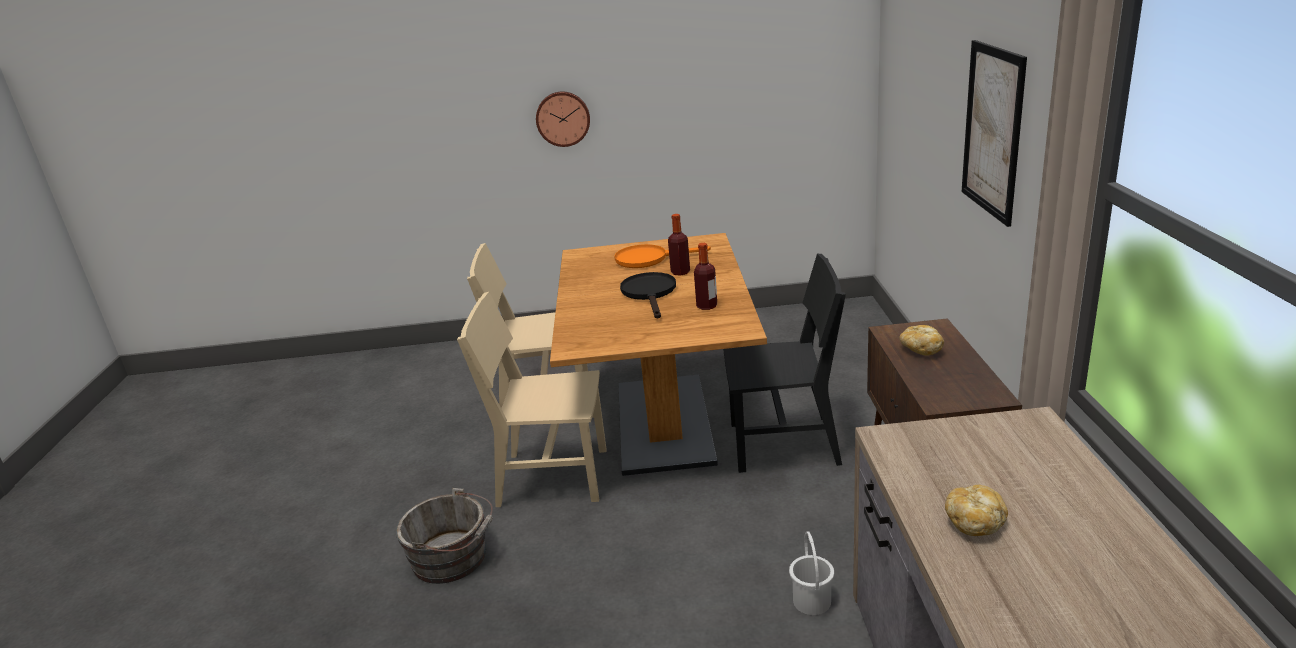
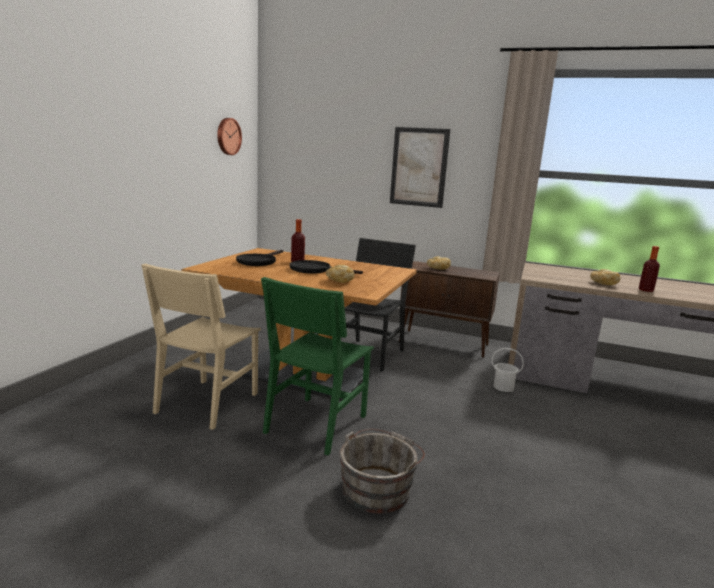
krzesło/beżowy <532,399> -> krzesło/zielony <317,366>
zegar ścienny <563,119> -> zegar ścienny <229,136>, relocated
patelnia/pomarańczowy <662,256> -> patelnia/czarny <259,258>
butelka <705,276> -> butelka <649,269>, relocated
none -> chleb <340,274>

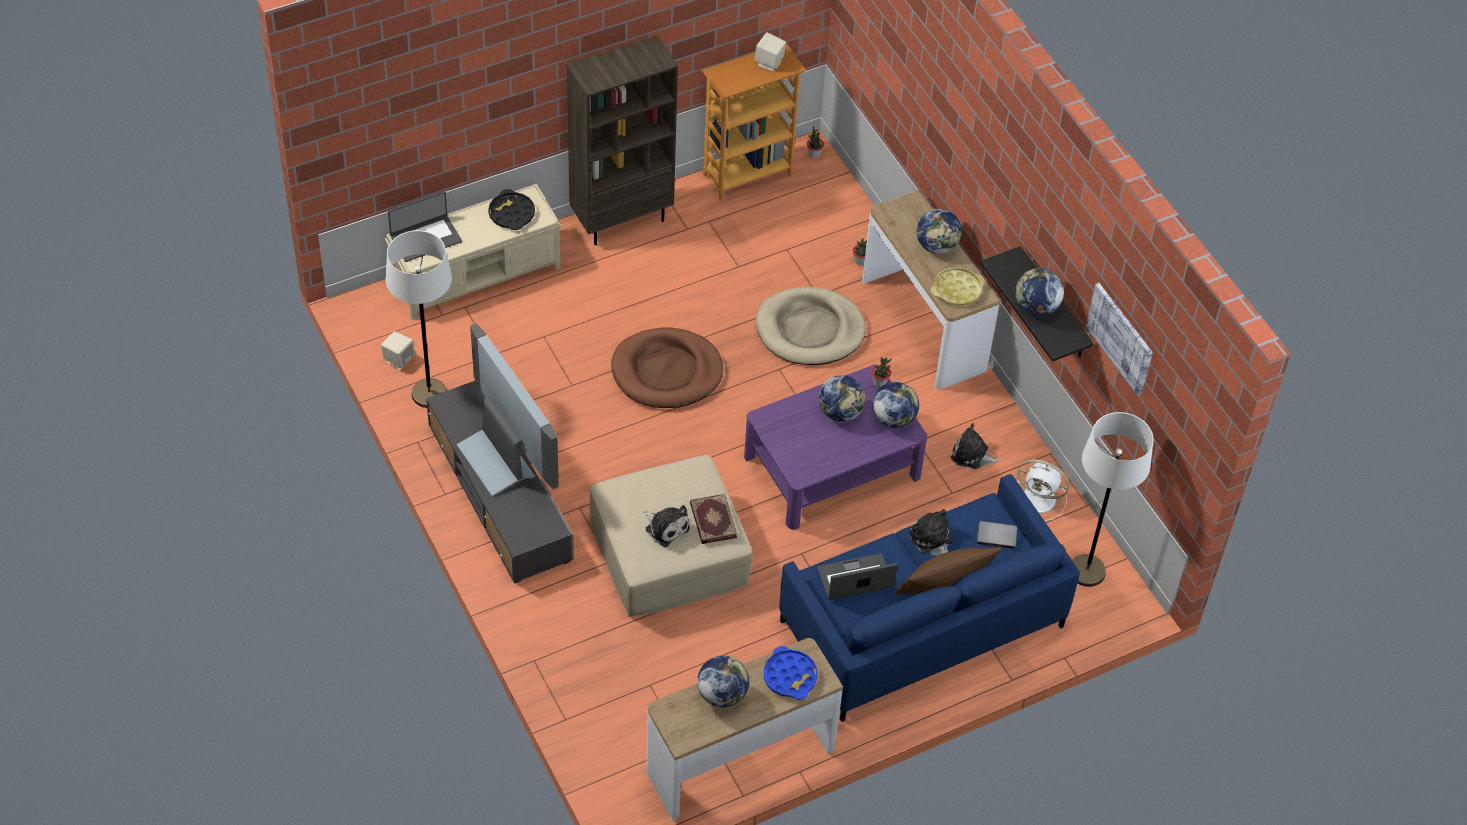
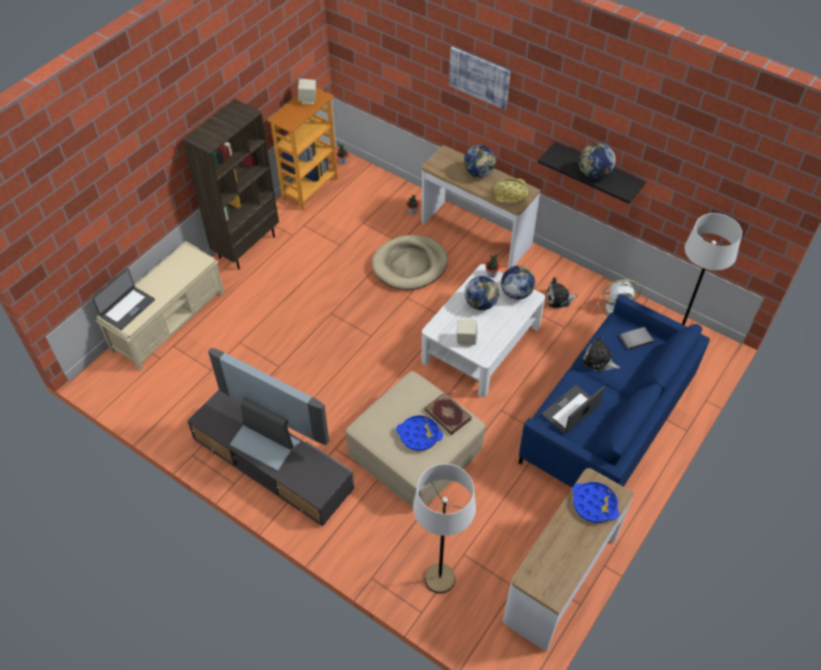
głośnik/beżowy <398,350> -> głośnik/beżowy <466,333>, relocated
lampa stojąca/biały <419,319> -> lampa stojąca/biały <444,529>, relocated
taca/czarny <511,209> -> none
legowisko/brązowy <667,367> -> none
pluszak <666,526> -> taca/niebieski <419,433>
globus <723,681> -> none
ława/fioletowy <836,447> -> ława/biały <483,330>
poduszka/brązowy <948,571> -> none
obraz <1119,339> -> obraz <480,78>, relocated

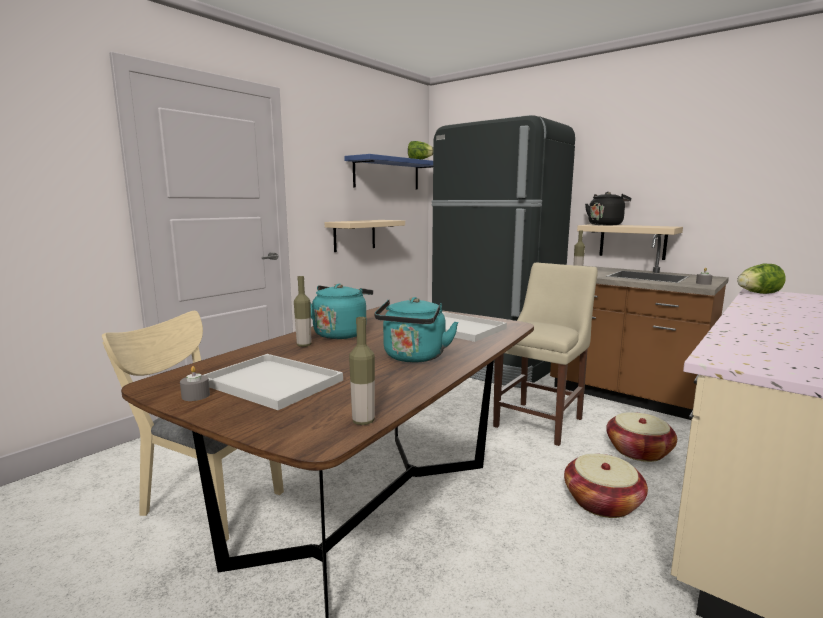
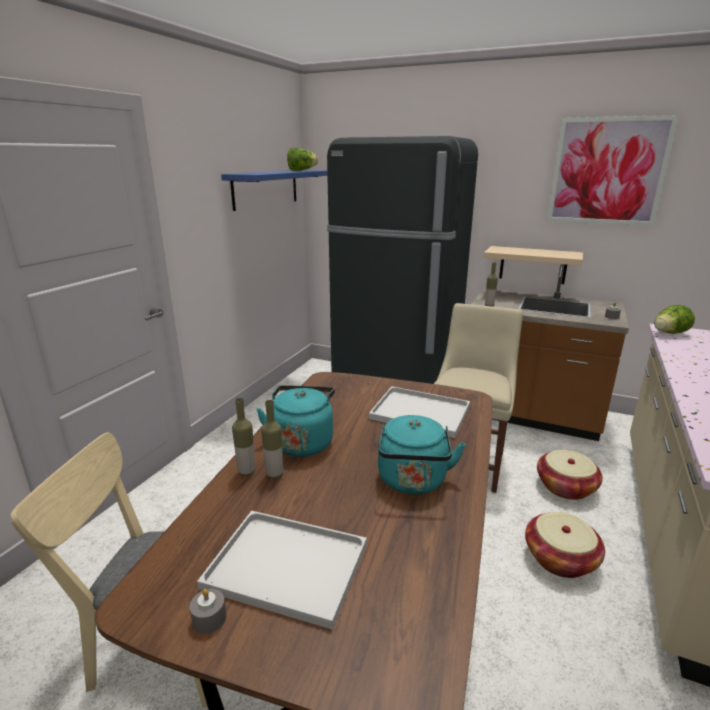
półka/beżowy <365,236> -> none
butelka <362,371> -> butelka <243,437>, relocated
czajnik/czarny <608,208> -> none
none -> obraz <613,170>

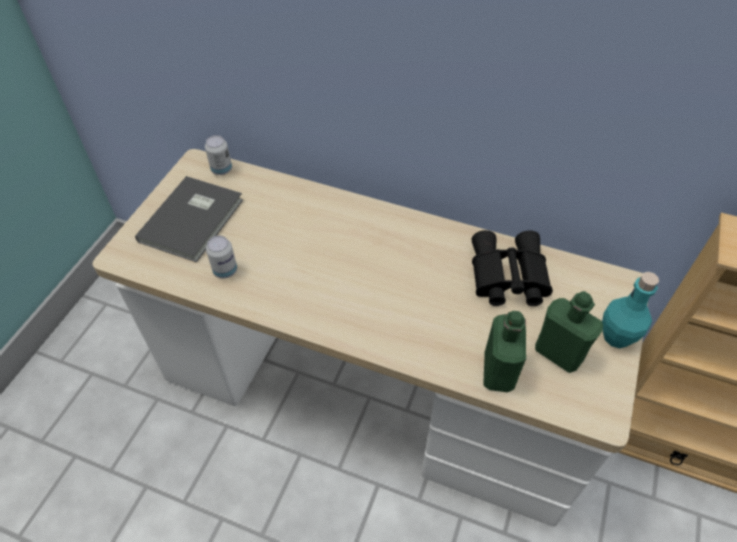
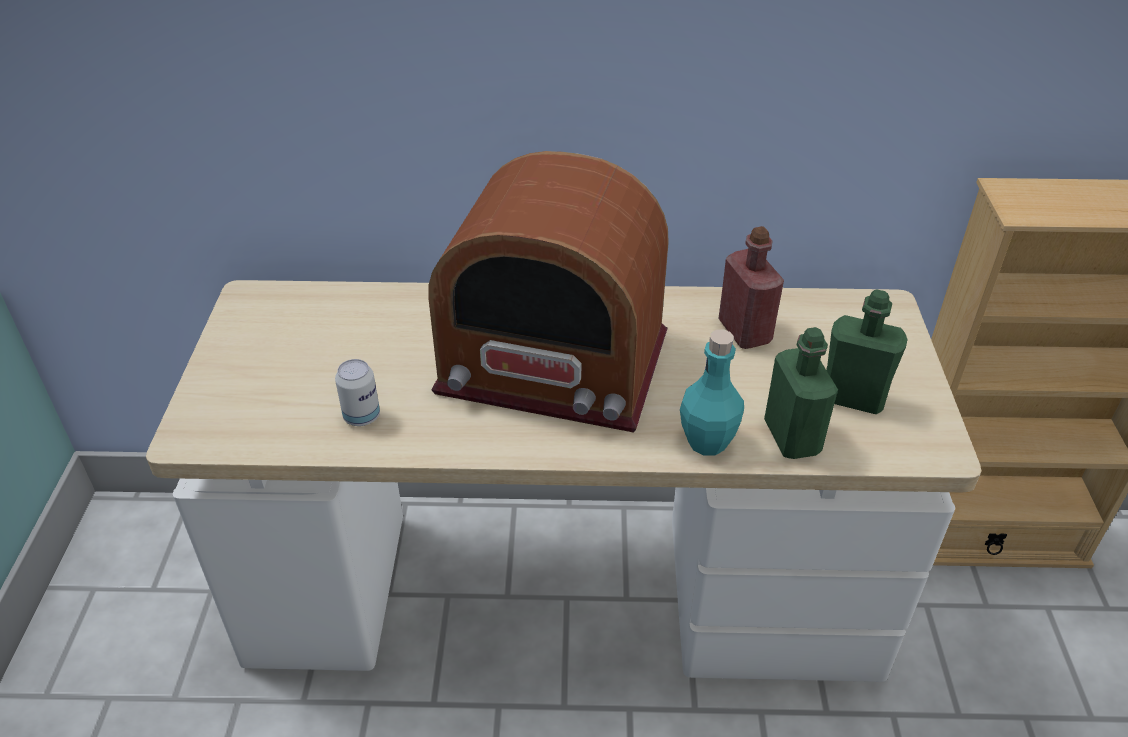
książka/szary <189,219> -> none
puszka <218,155> -> none
lornetka/czarny <512,268> -> butelka/czerwony <751,287>
butelka/turkusowy <630,310> -> butelka/turkusowy <712,393>, relocated
none -> radio <548,292>

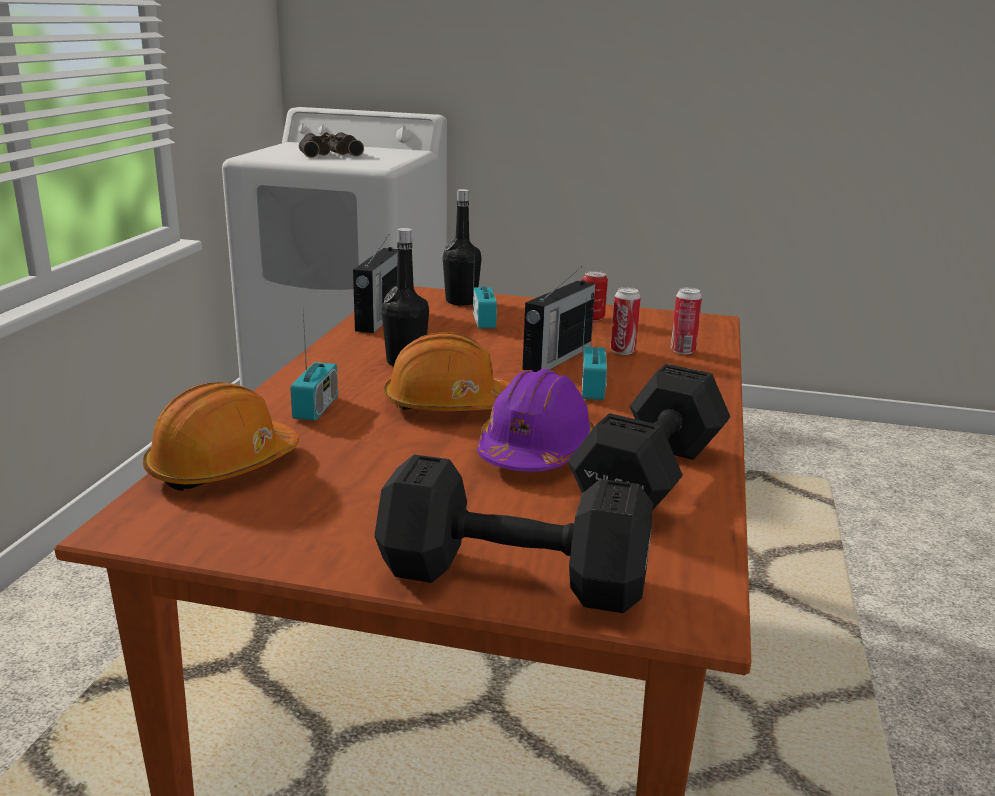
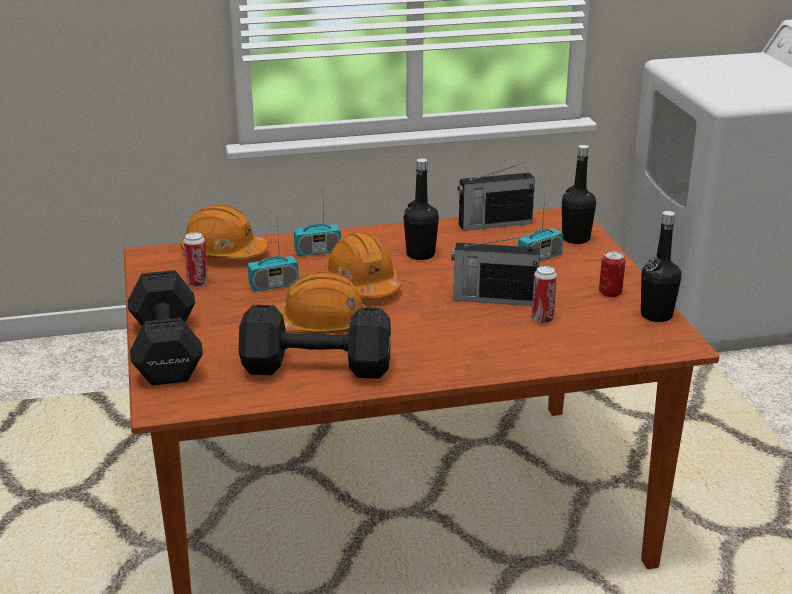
lornetka <331,145> -> none
kask/fioletowy <535,420> -> kask/pomarańczowy <321,302>
radio <594,347> -> radio <273,256>, relocated
puszka <686,320> -> puszka <195,259>, relocated
none -> butelka/czarny <661,266>

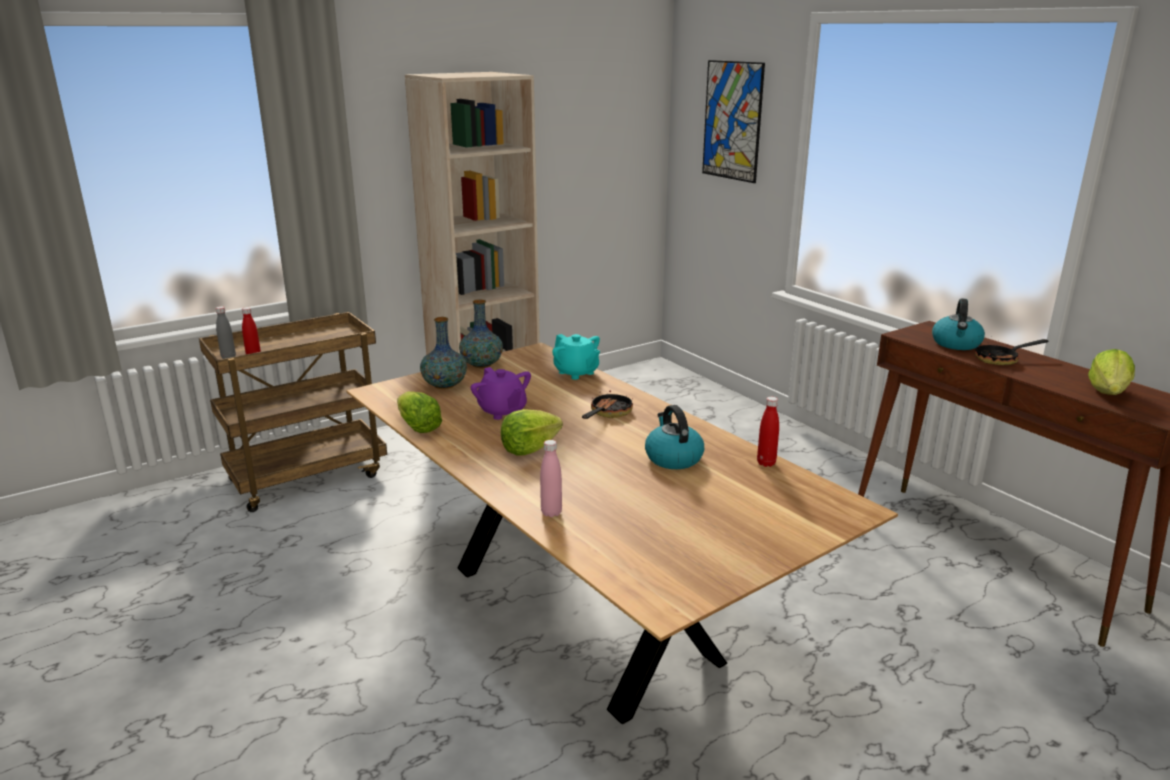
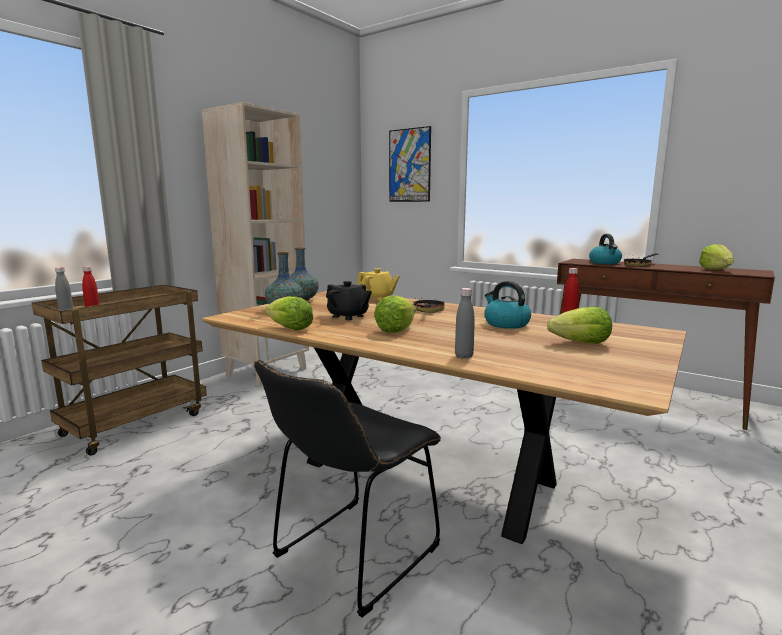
imbryk/fioletowy <501,393> -> imbryk/czarny <349,300>
butelka/różowy <551,478> -> butelka/szary <465,323>
imbryk/turkusowy <576,357> -> imbryk/żółty <378,284>
none -> krzesło/czarny <347,489>
none -> sałata <579,325>

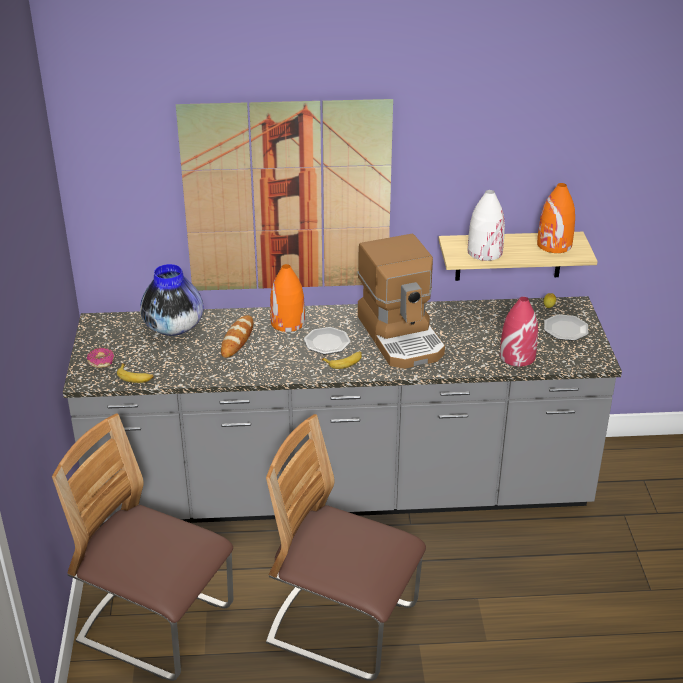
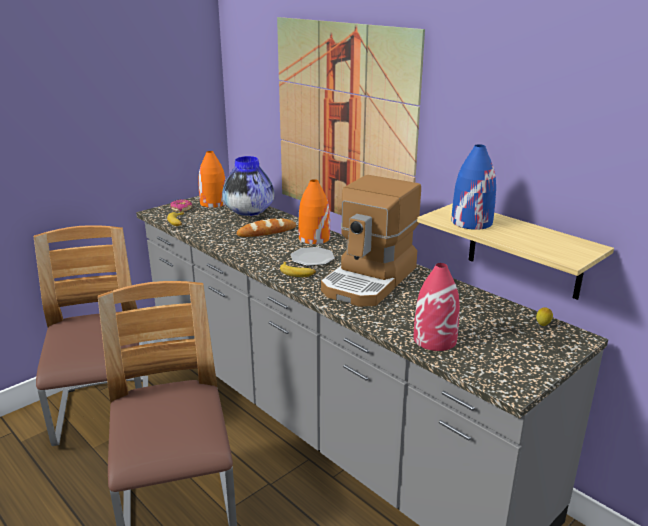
wazon/biały <486,225> -> wazon/niebieski <474,187>
wazon/pomarańczowy <556,218> -> wazon/pomarańczowy <212,179>, relocated
talerz <566,327> -> none

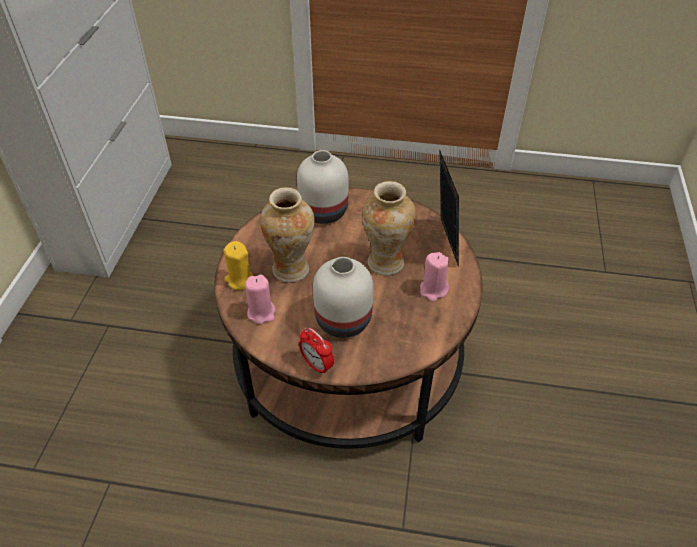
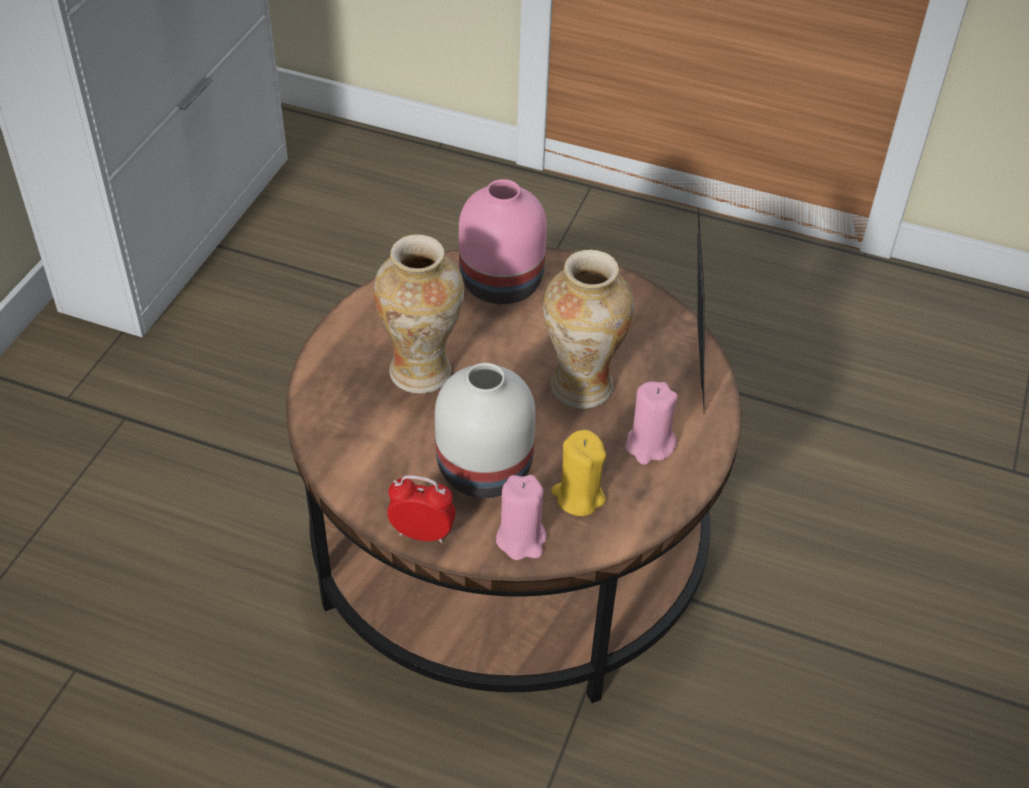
świeca/żółty <238,265> -> świeca/żółty <578,473>, relocated
świeca/różowy <260,299> -> świeca/różowy <521,517>, relocated
wazon/biały <322,187> -> wazon/różowy <503,241>
budzik <316,351> -> budzik <421,509>, 135 degrees clockwise

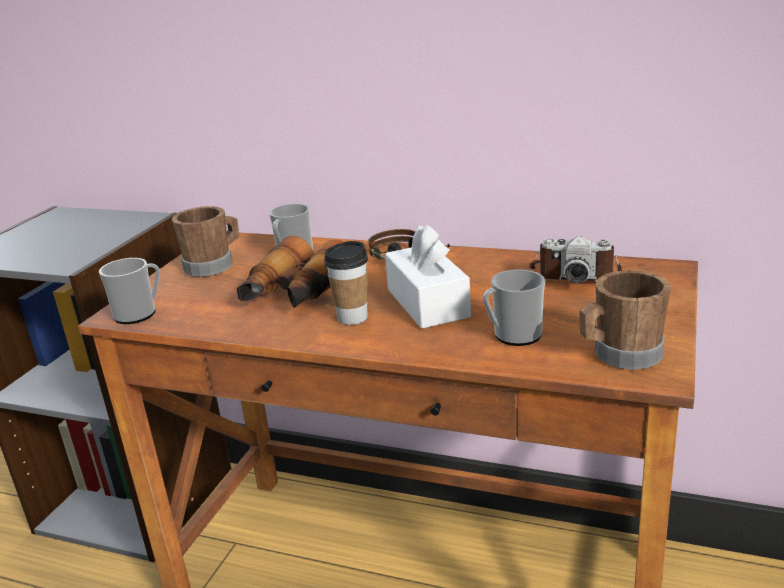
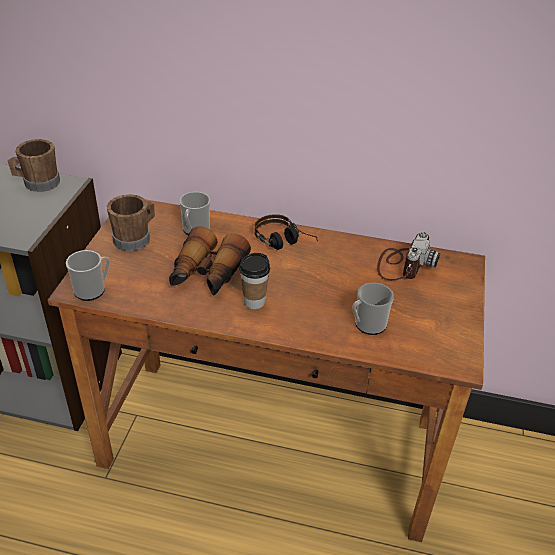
pudełko chusteczek/biały <428,276> -> none
aparat fotograficzny <575,259> -> aparat fotograficzny <408,256>, 75 degrees counterclockwise
kubek/brązowy <625,320> -> kubek/brązowy <34,165>, relocated

